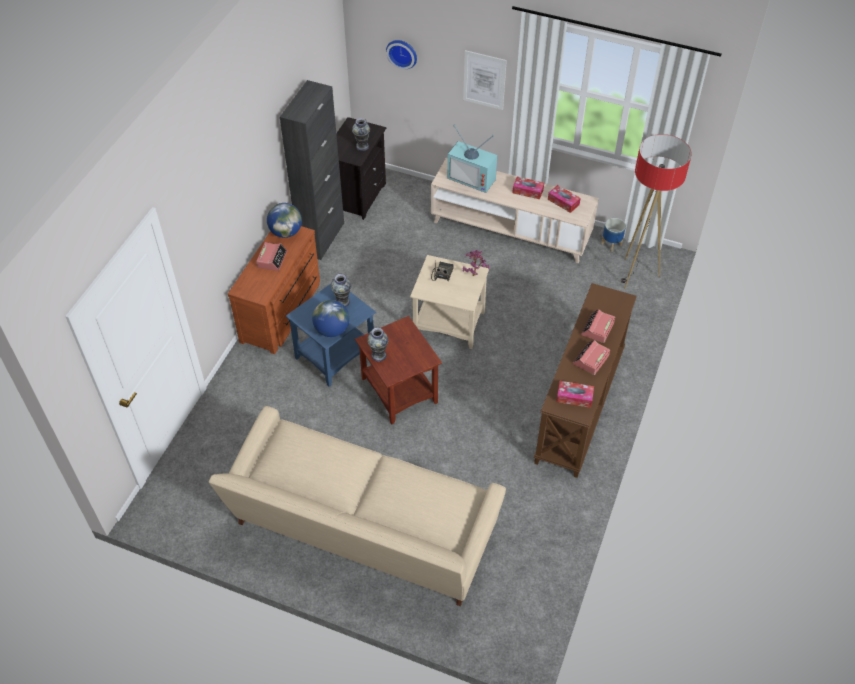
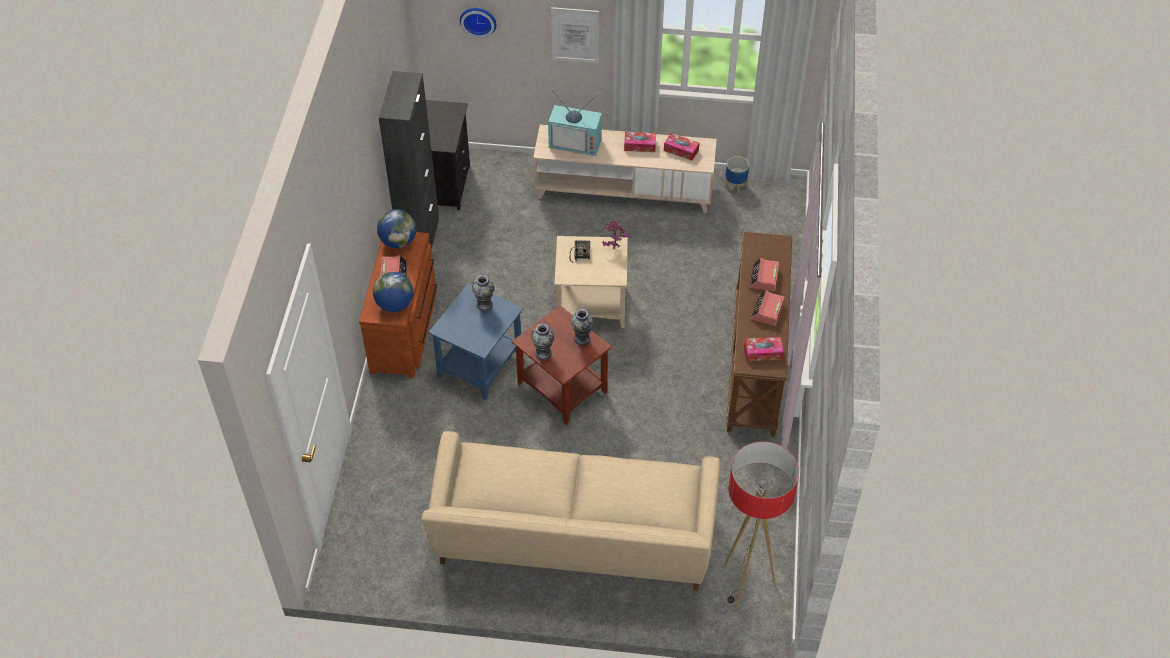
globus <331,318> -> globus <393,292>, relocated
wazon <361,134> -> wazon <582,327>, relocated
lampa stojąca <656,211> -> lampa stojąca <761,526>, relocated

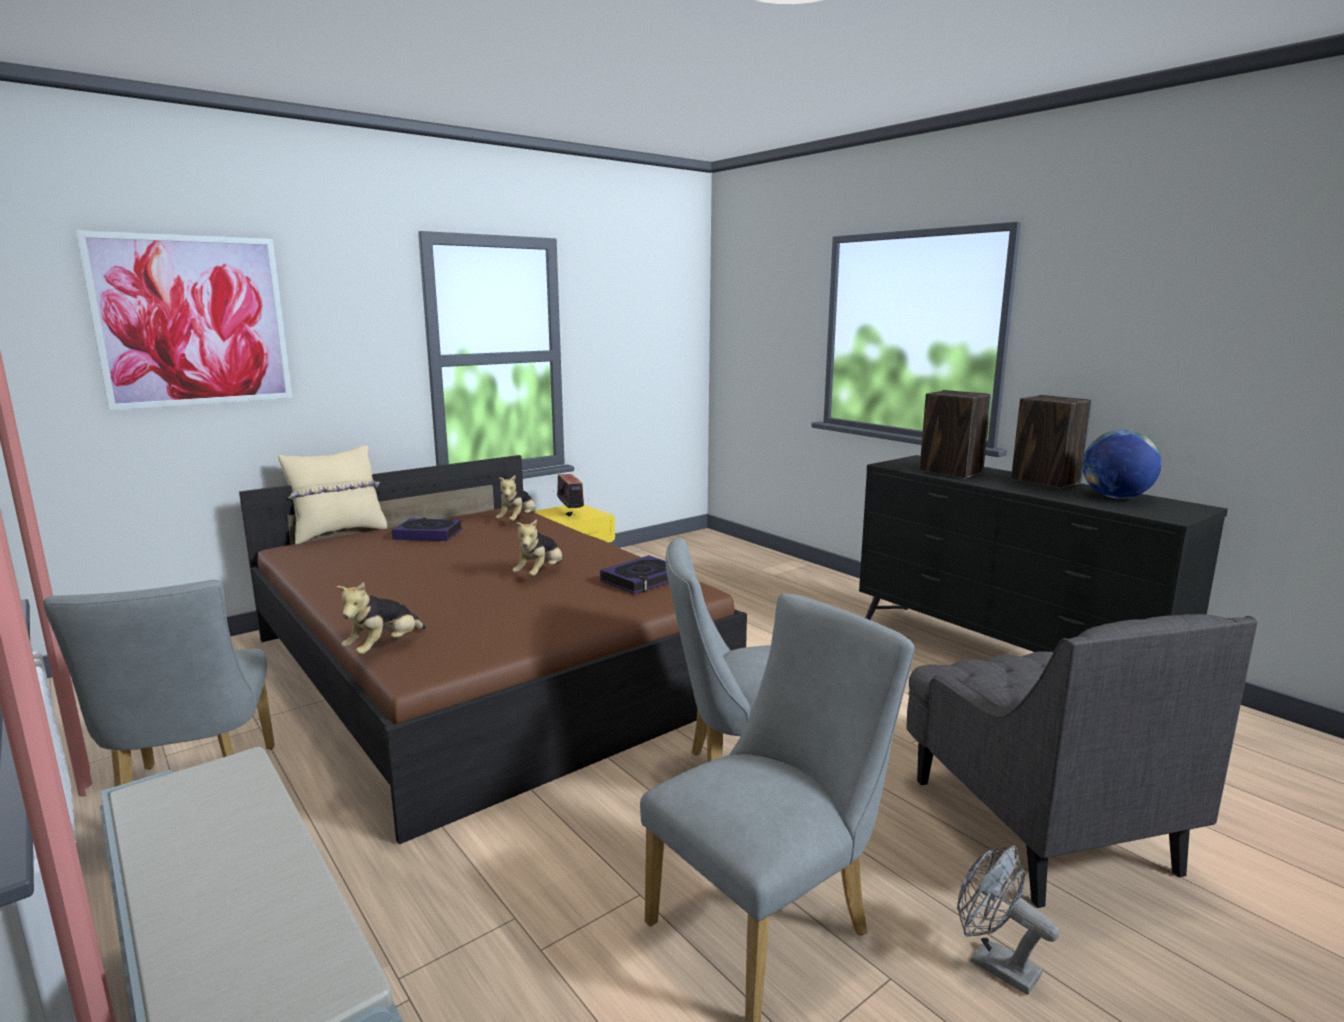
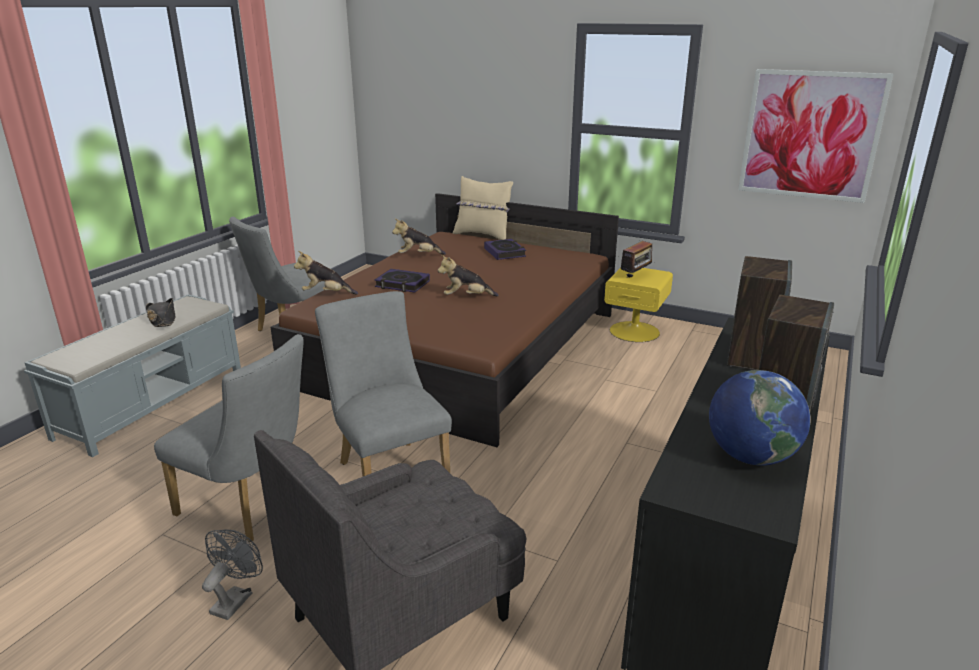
obraz <184,320> -> obraz <816,136>, relocated
pluszak <515,498> -> pluszak <419,237>, relocated
książka <634,574> -> książka <402,280>, relocated
none -> kapelusz/czarny <160,312>

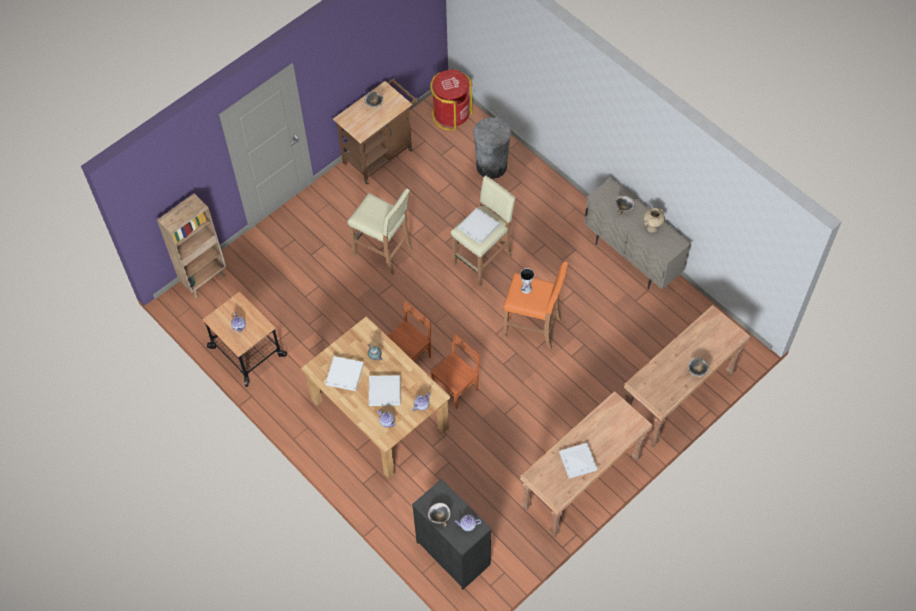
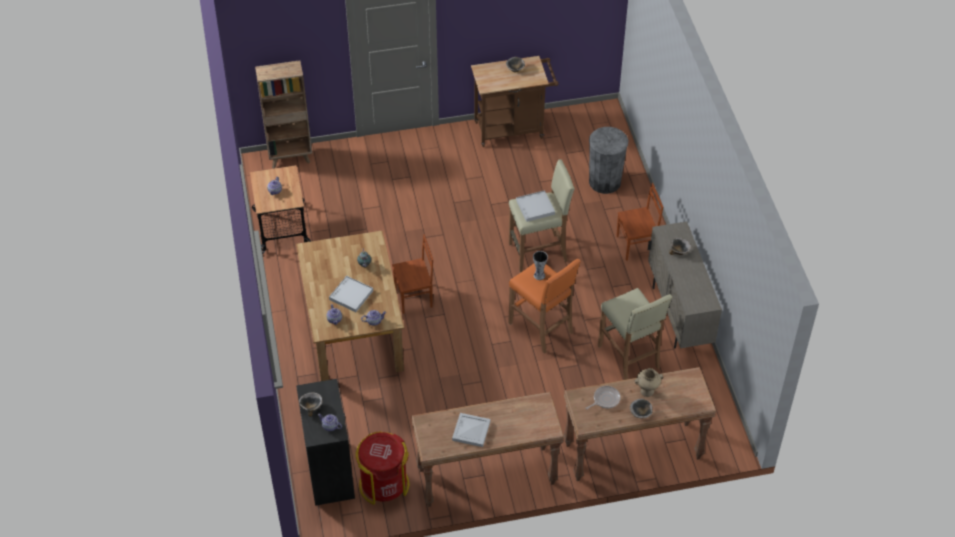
taca/biały <344,373> -> none
stołek/beżowy <380,232> -> stołek/beżowy <635,334>, relocated
kosz na śmieci/czerwony <451,100> -> kosz na śmieci/czerwony <382,468>, relocated
krzesło/brązowy <455,371> -> krzesło/brązowy <639,222>, relocated
wazon/beżowy <654,220> -> wazon/beżowy <649,382>, relocated
none -> patelnia <603,397>

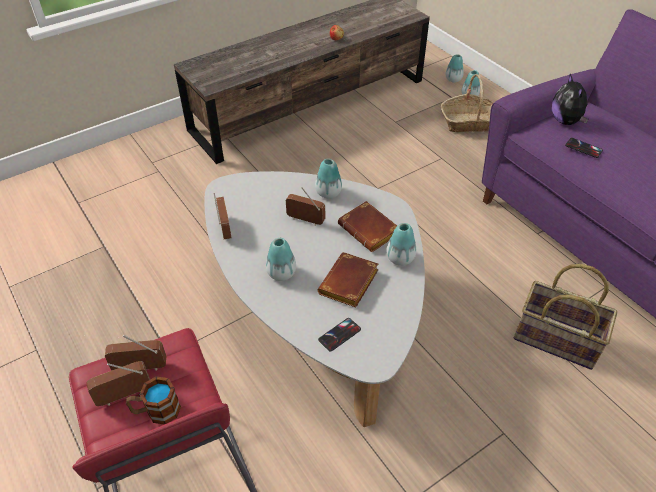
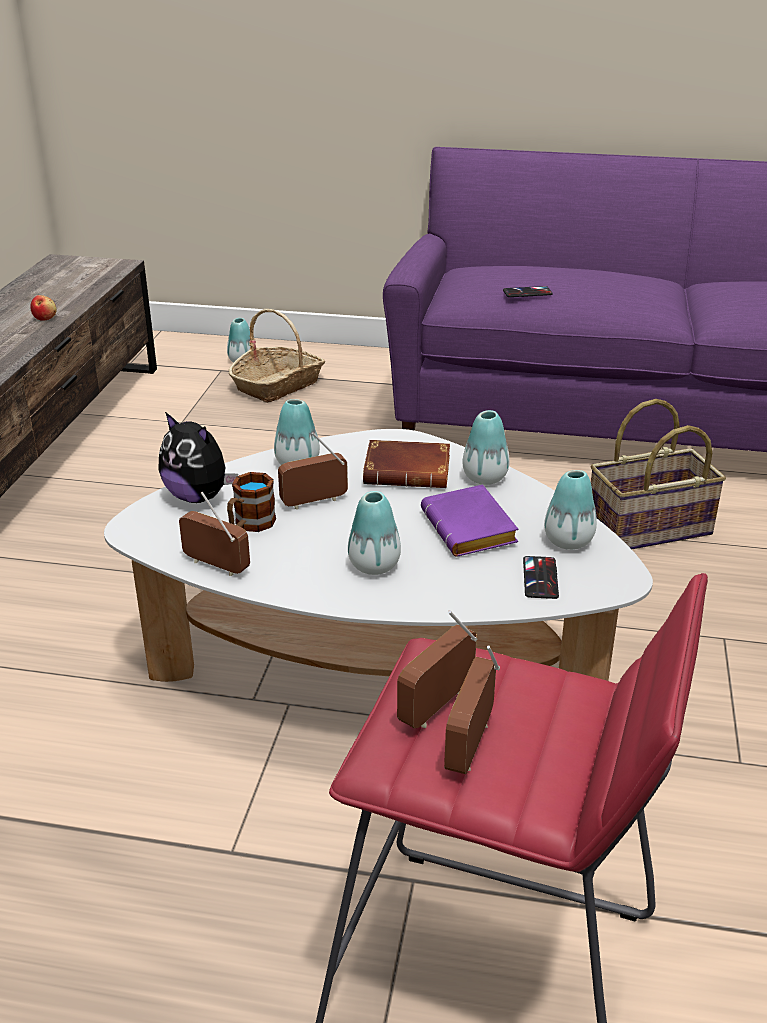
kubek <153,400> -> kubek <251,502>, relocated
książka/brązowy <348,280> -> książka/fioletowy <470,520>
wazon <455,68> -> wazon <570,510>, relocated
pluszak <570,99> -> pluszak <198,457>, relocated

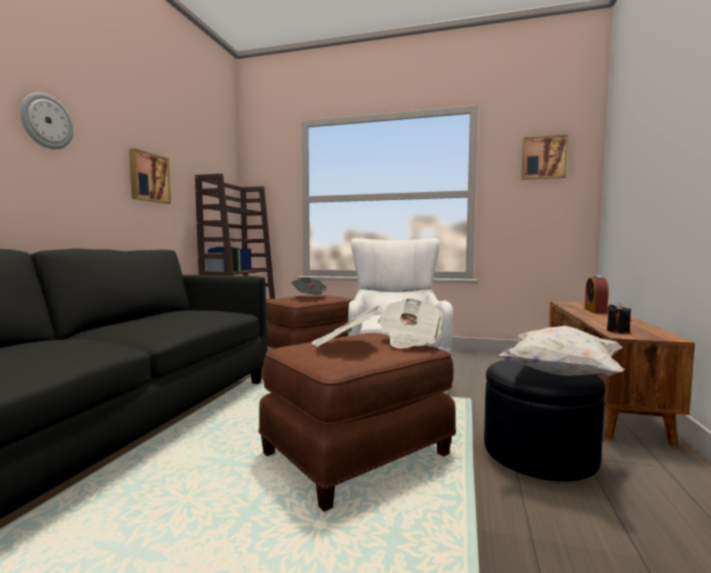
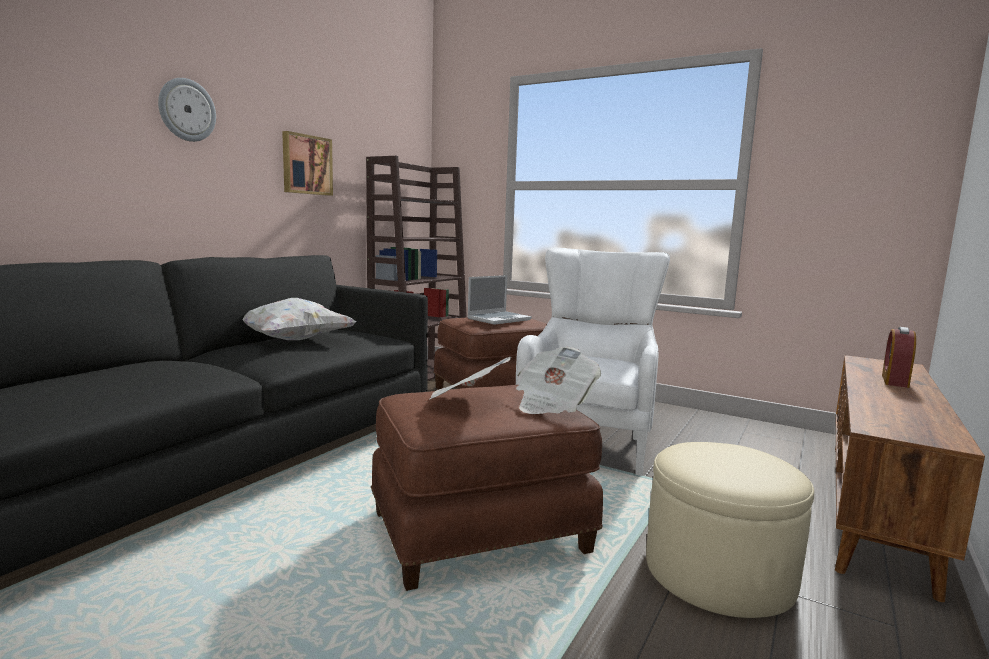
gazeta <309,286> -> laptop <499,300>
pufa/czarny <545,420> -> pufa/beżowy <730,530>
poduszka/biały <562,351> -> poduszka/biały <300,319>, relocated
obraz <544,157> -> none
świeca/czarny <619,318> -> none

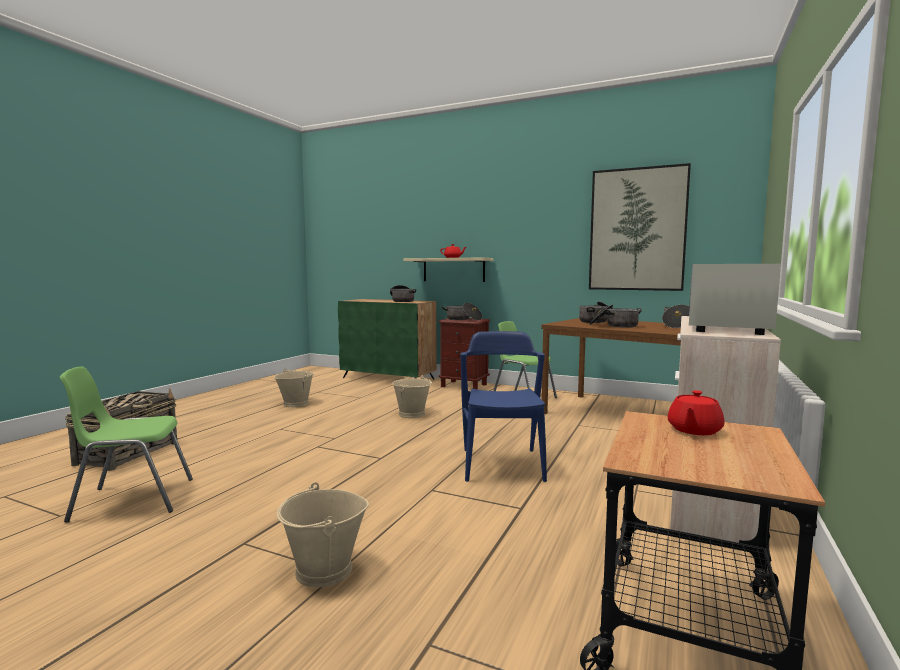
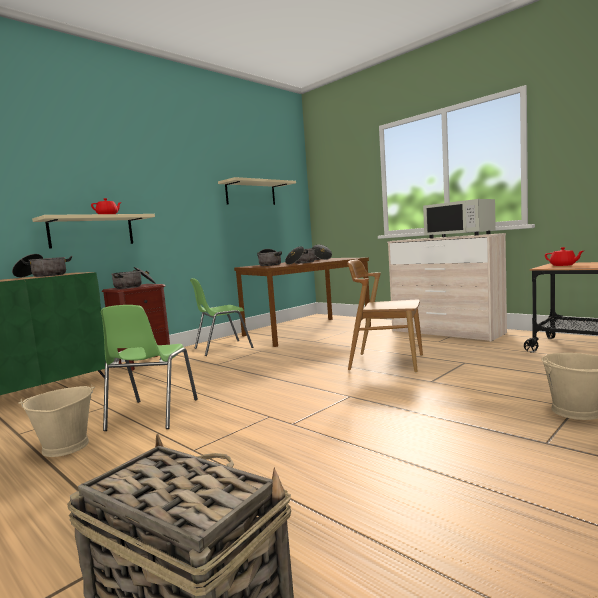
krzesło/zielony <126,444> -> krzesło/zielony <149,368>, relocated
wiadro/beżowy <412,396> -> none
krzesło/niebieski <503,406> -> krzesło/brązowy <385,315>
obraz <640,227> -> półka/beżowy <257,191>

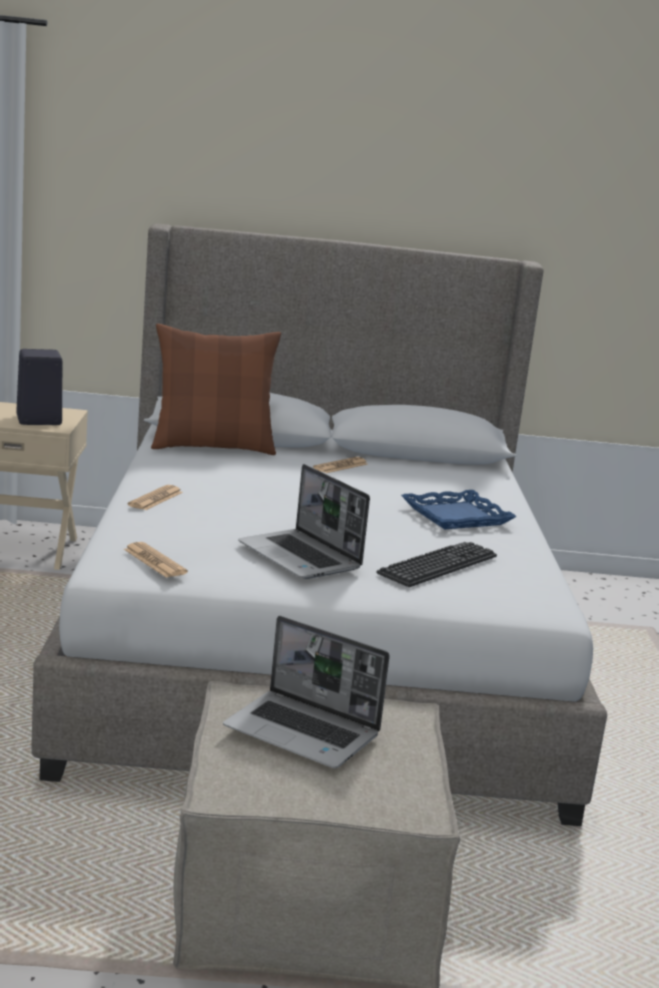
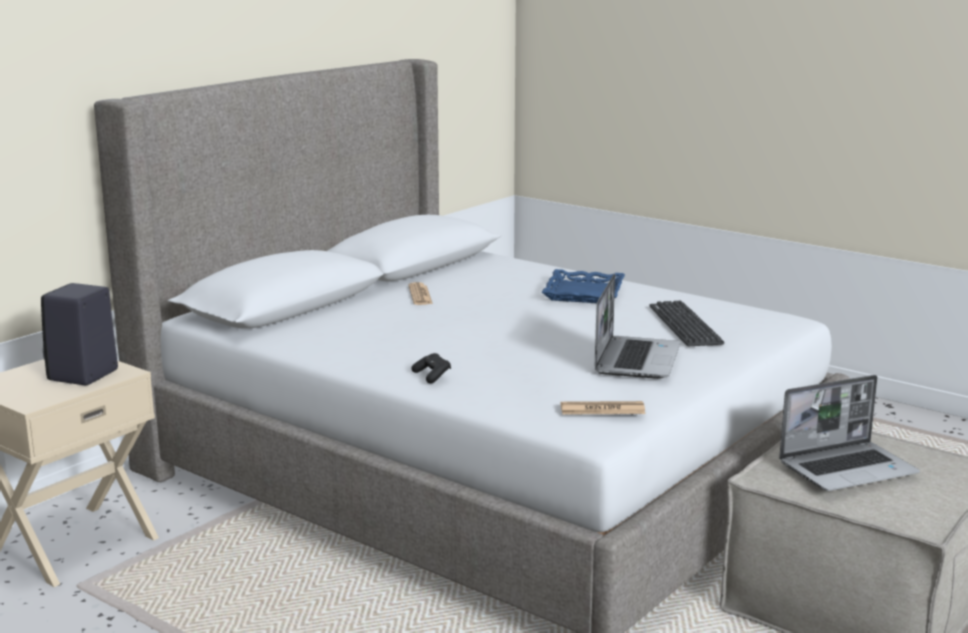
gazeta <155,497> -> pad do gier/czarny <431,368>
poduszka/brązowy <216,389> -> none
laptop <304,521> -> laptop <637,326>, 75 degrees counterclockwise

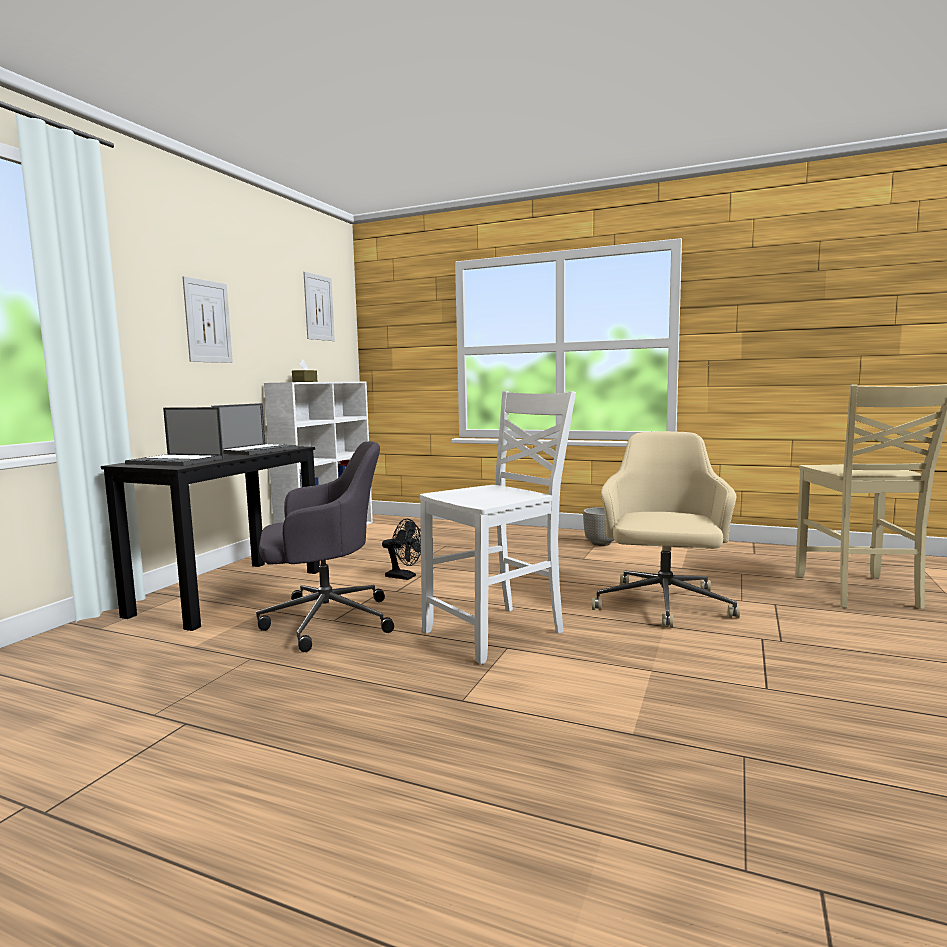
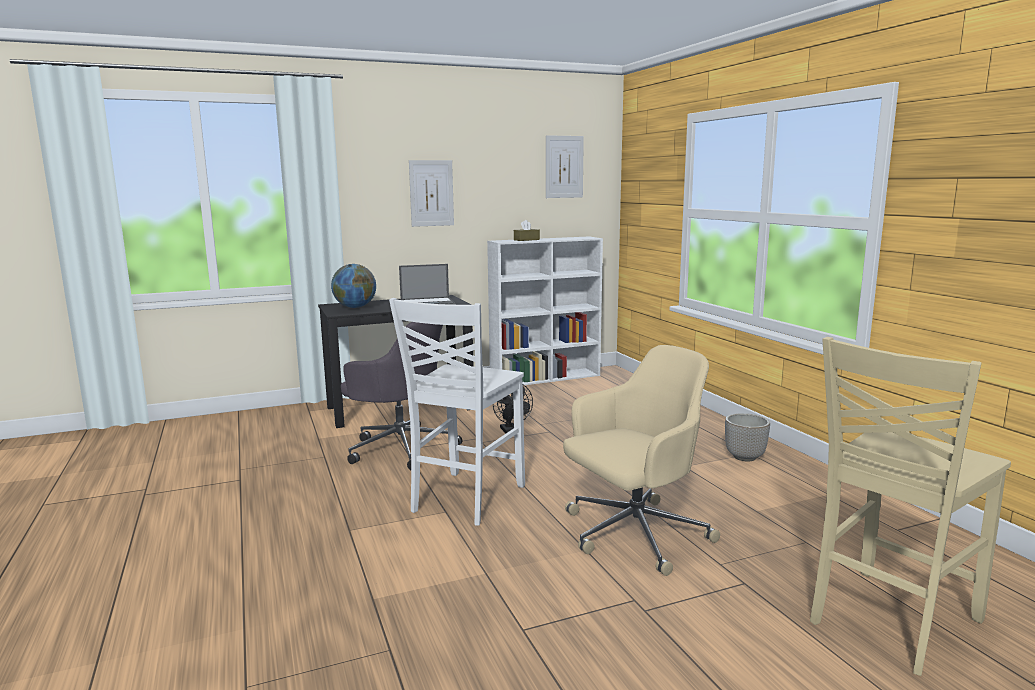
laptop <174,436> -> globus <353,286>
krzesło/biały <498,528> -> krzesło/biały <457,412>, 105 degrees clockwise

